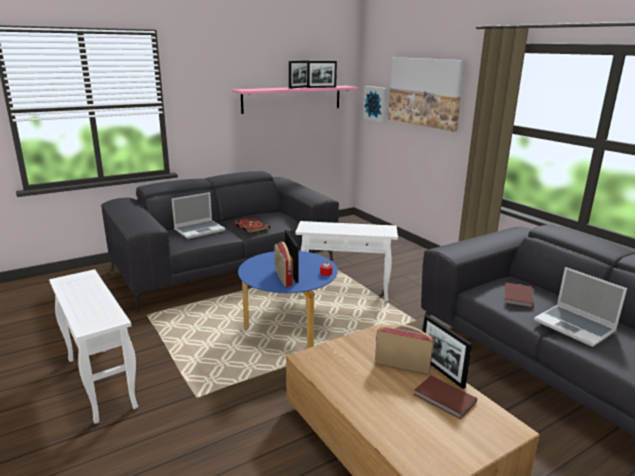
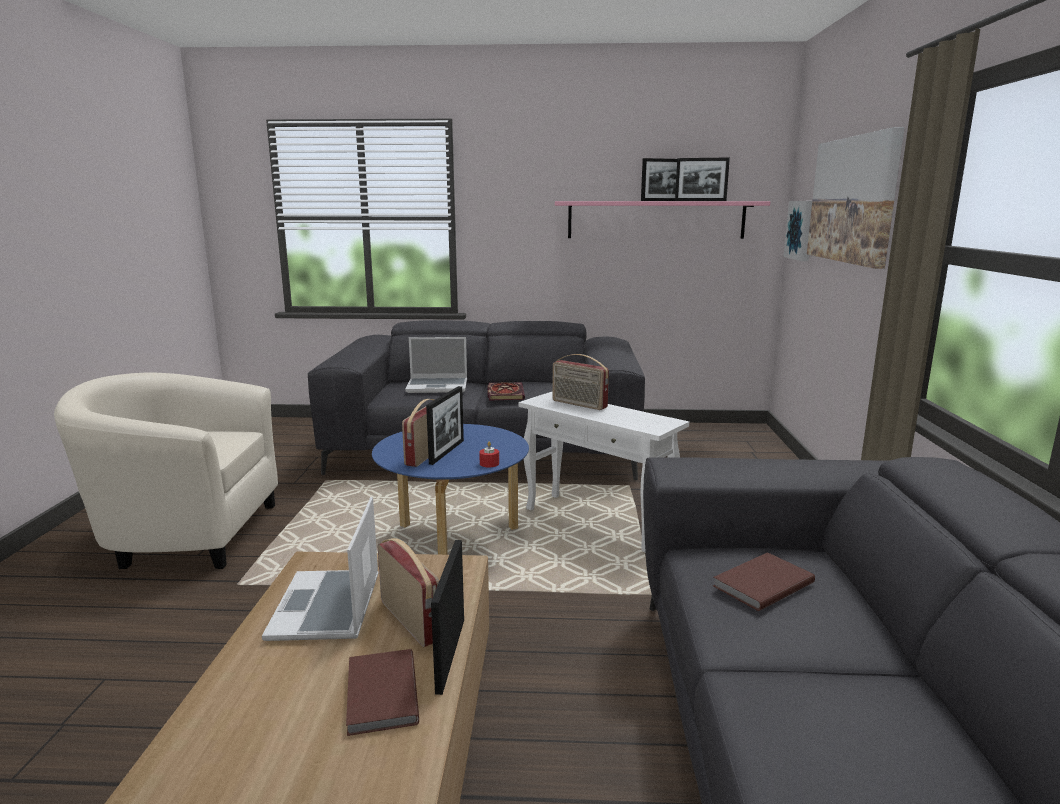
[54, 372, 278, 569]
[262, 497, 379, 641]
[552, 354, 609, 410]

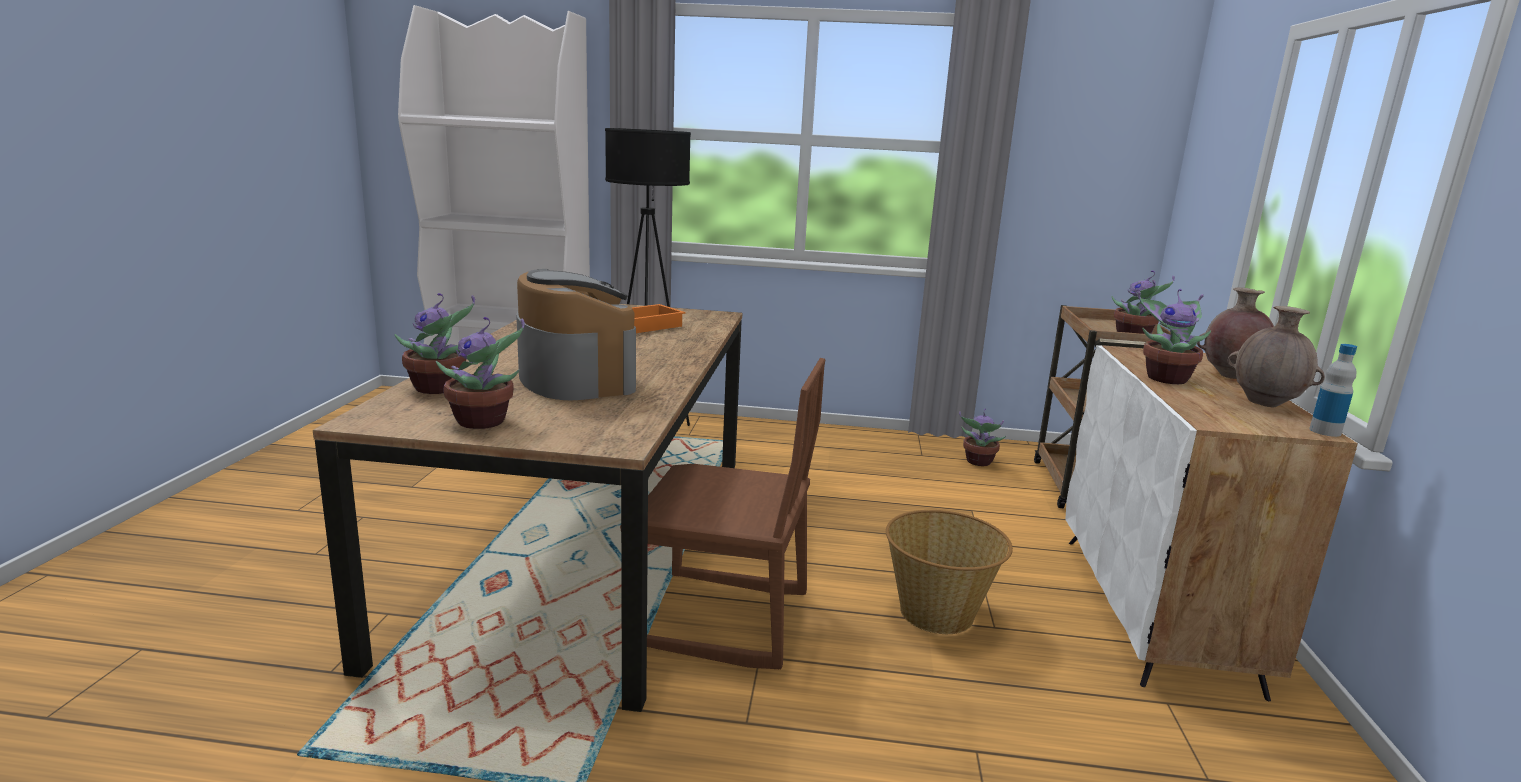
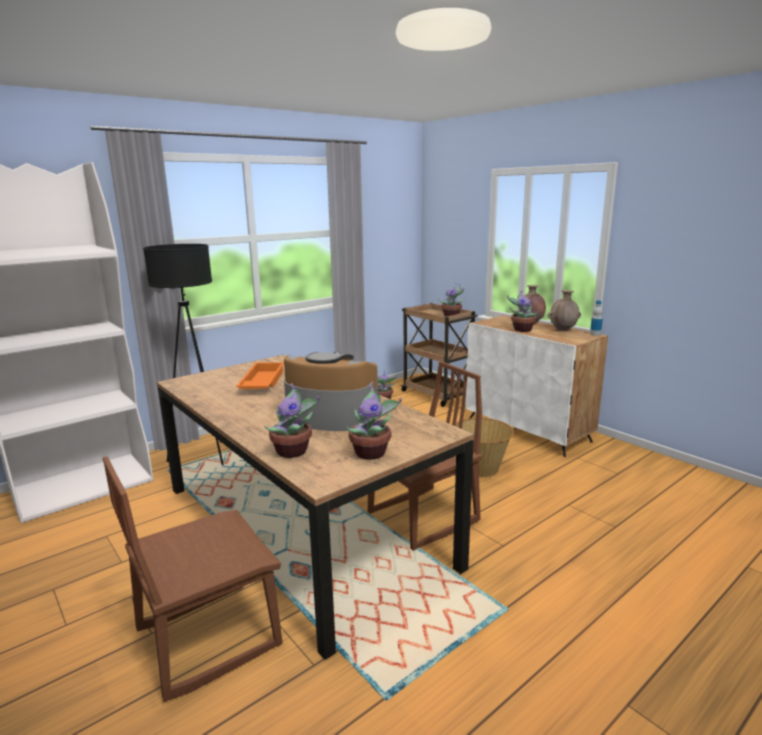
[103, 456, 283, 702]

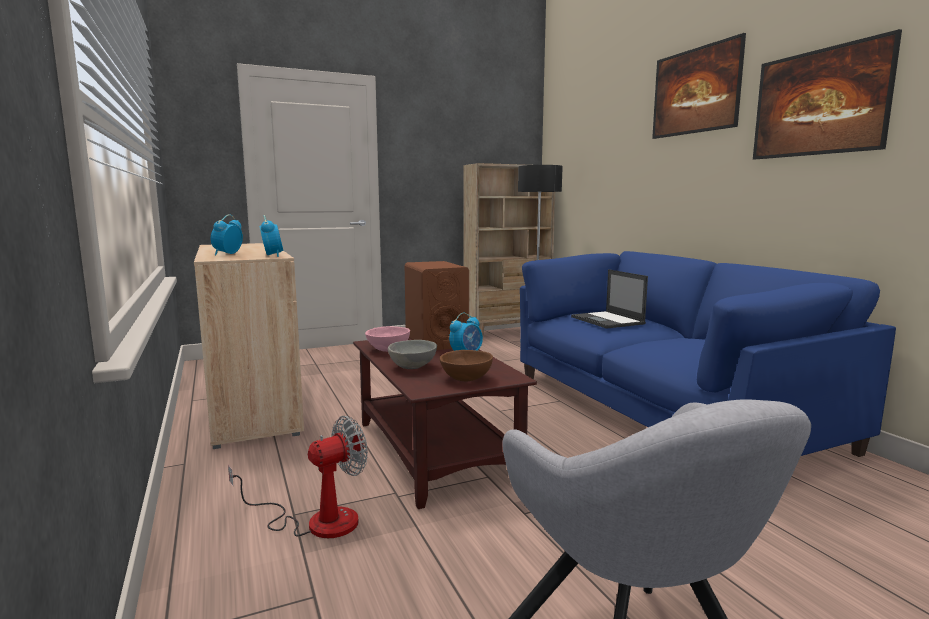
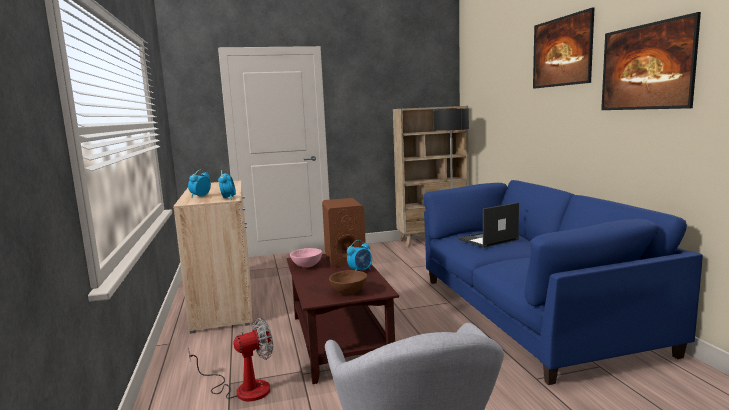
[458, 202, 519, 248]
[388, 340, 437, 369] (first image)

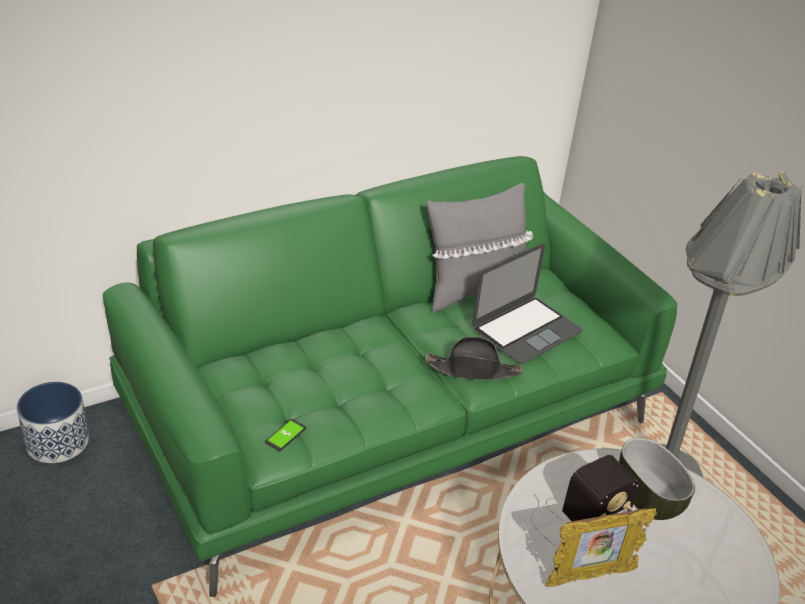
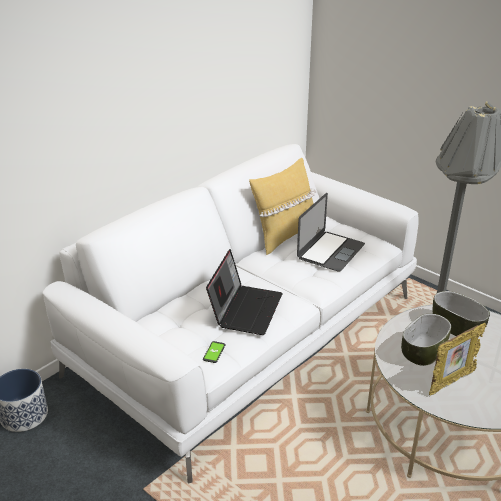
[43, 144, 419, 483]
[206, 249, 283, 335]
[249, 158, 316, 255]
[401, 314, 451, 366]
[425, 337, 522, 380] (first image)

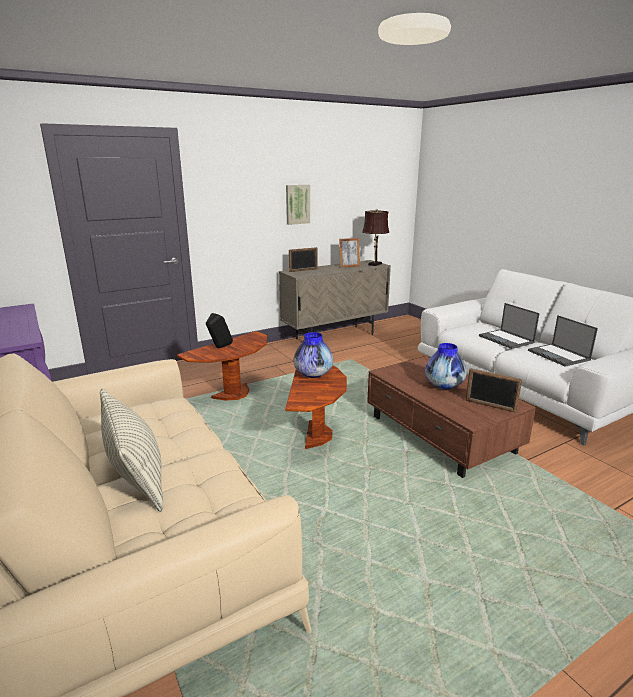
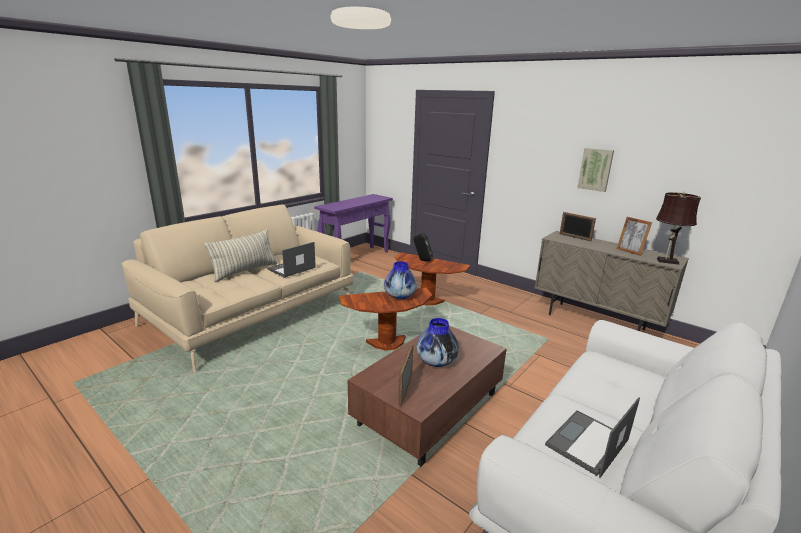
[268, 242, 316, 278]

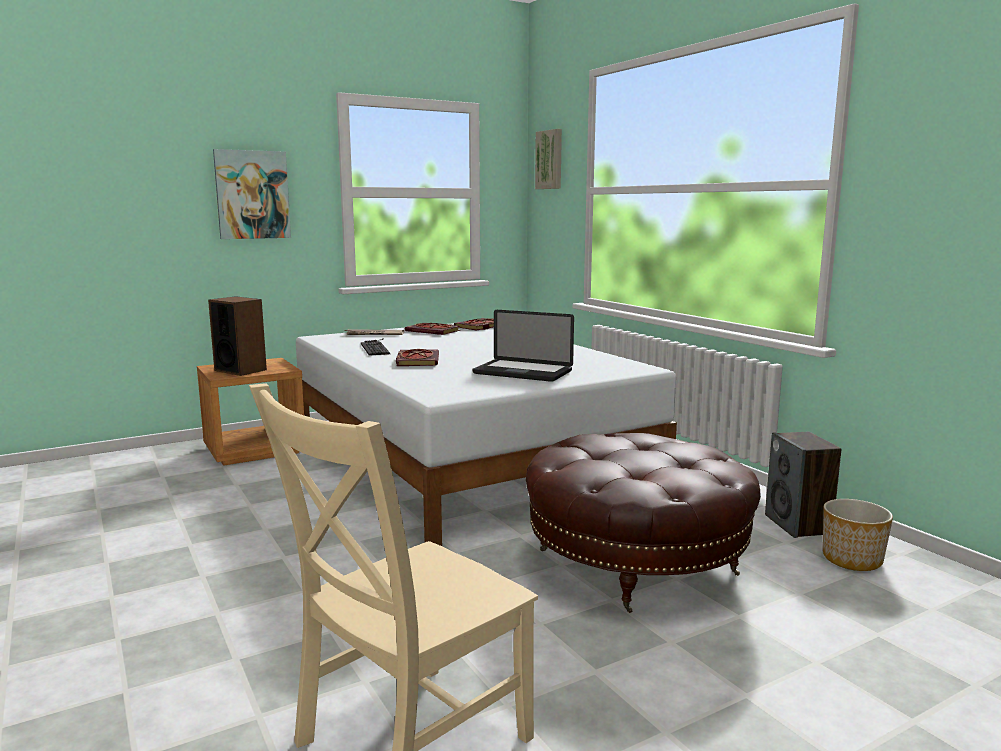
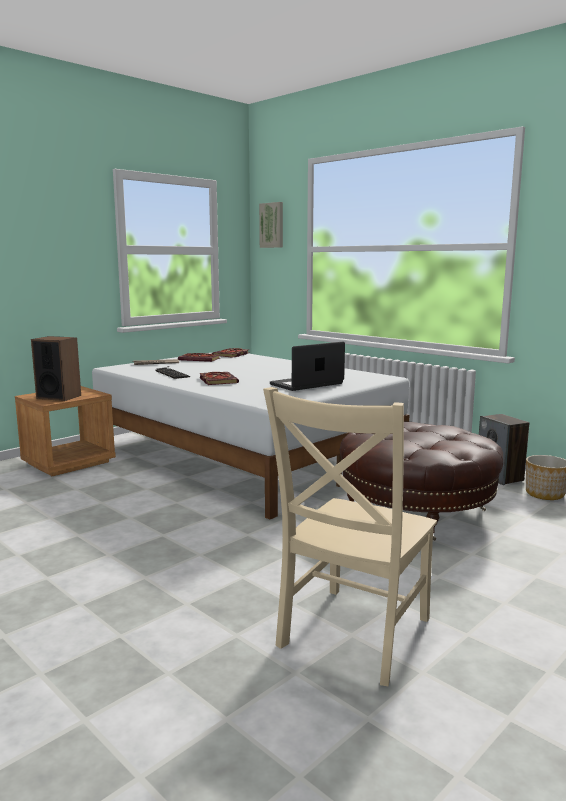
[270, 342, 345, 391]
[213, 149, 291, 239] (first image)

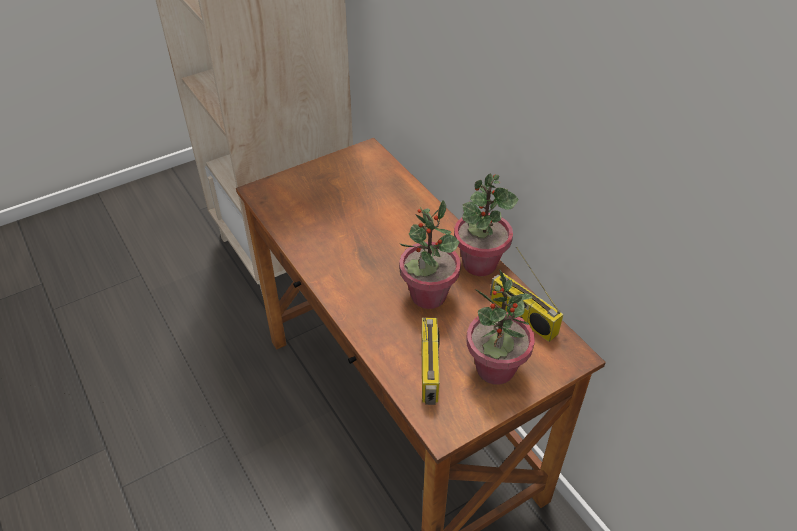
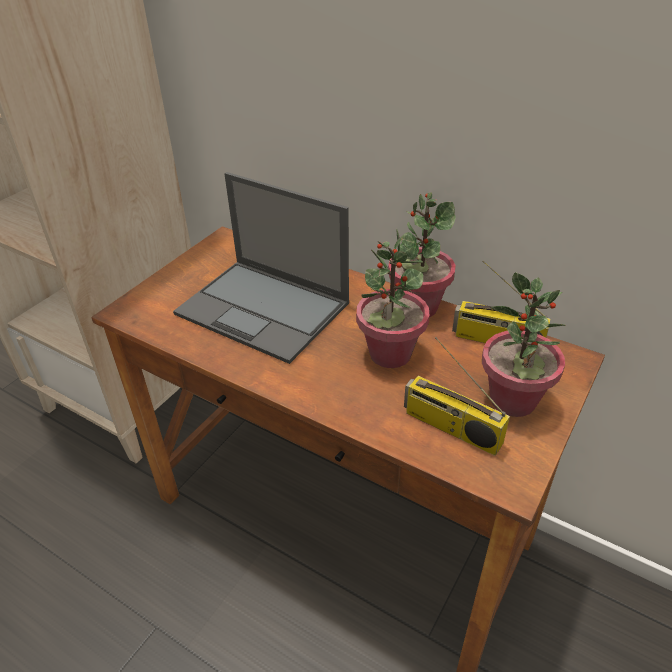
[173, 172, 349, 364]
[404, 337, 510, 456]

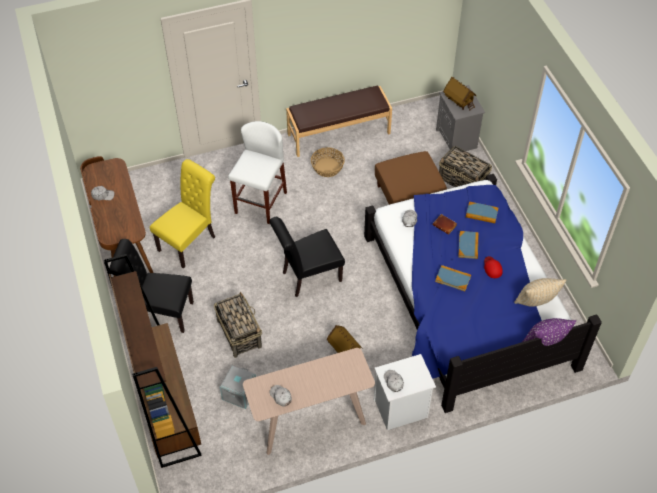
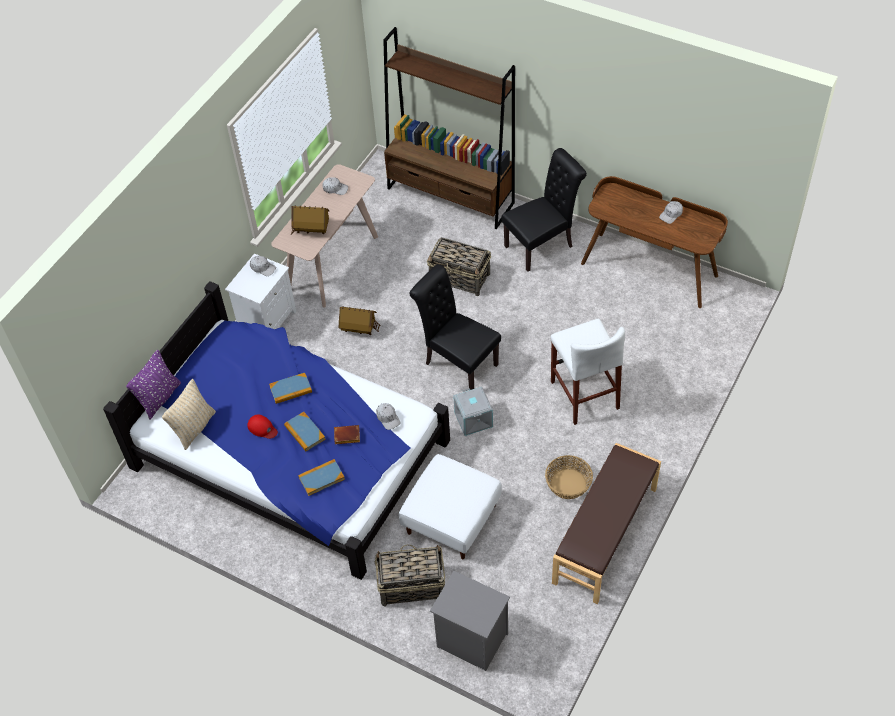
[291, 205, 329, 234]
[399, 454, 502, 559]
[409, 264, 501, 390]
[453, 387, 493, 436]
[150, 159, 215, 269] (first image)

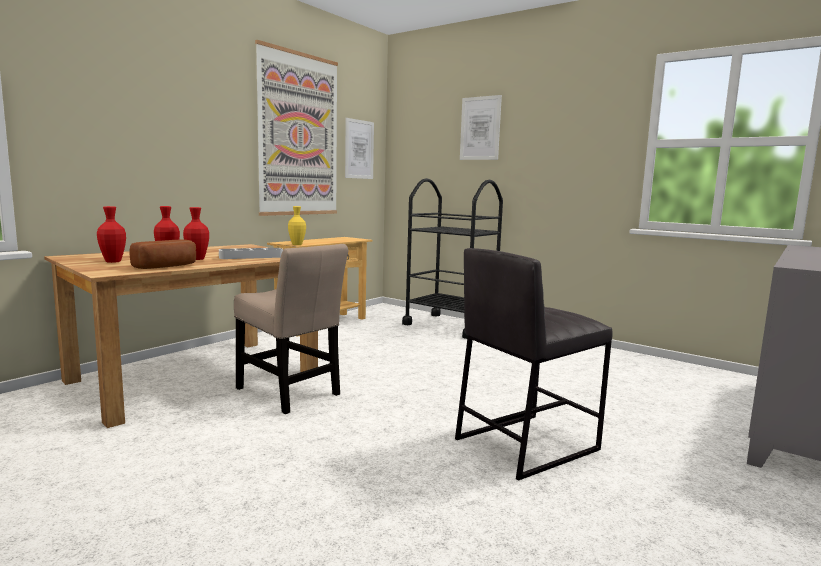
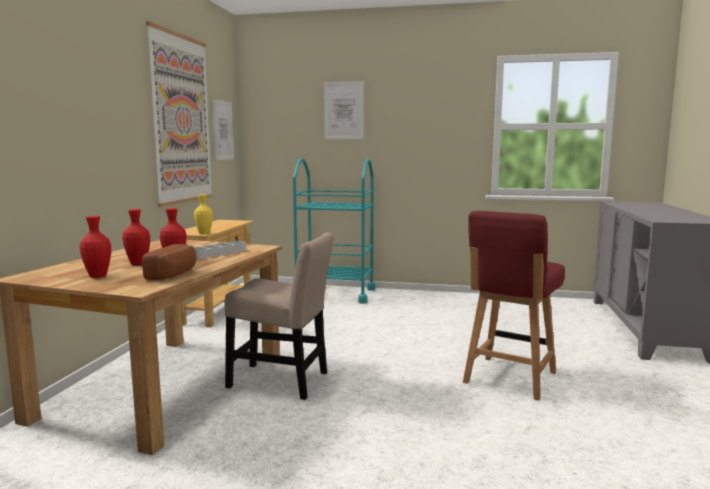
[293, 158, 376, 304]
[463, 211, 565, 400]

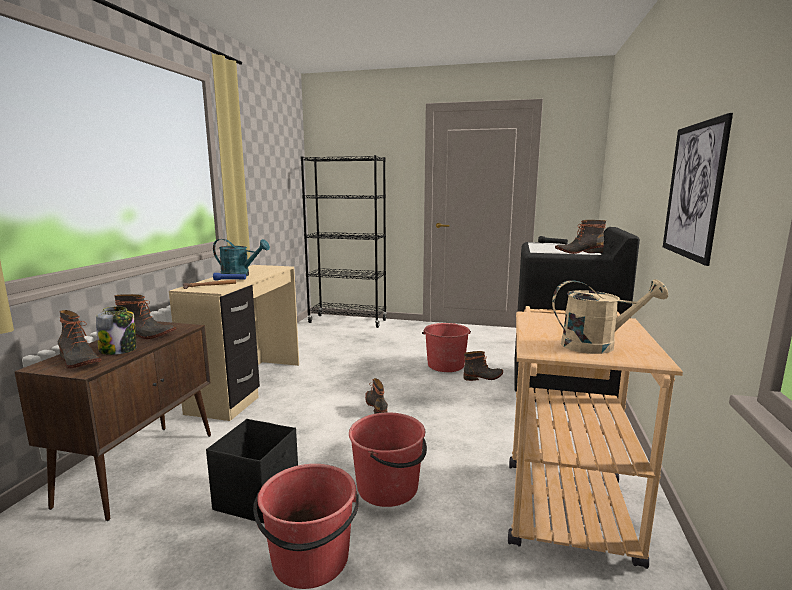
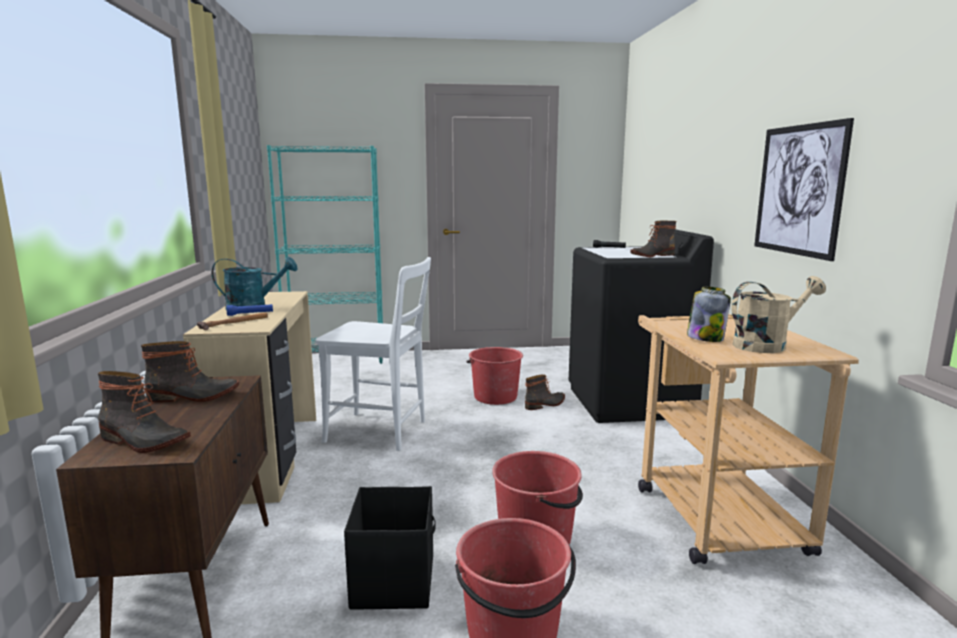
[267, 145, 383, 364]
[315, 257, 431, 451]
[687, 287, 731, 342]
[365, 378, 388, 414] (first image)

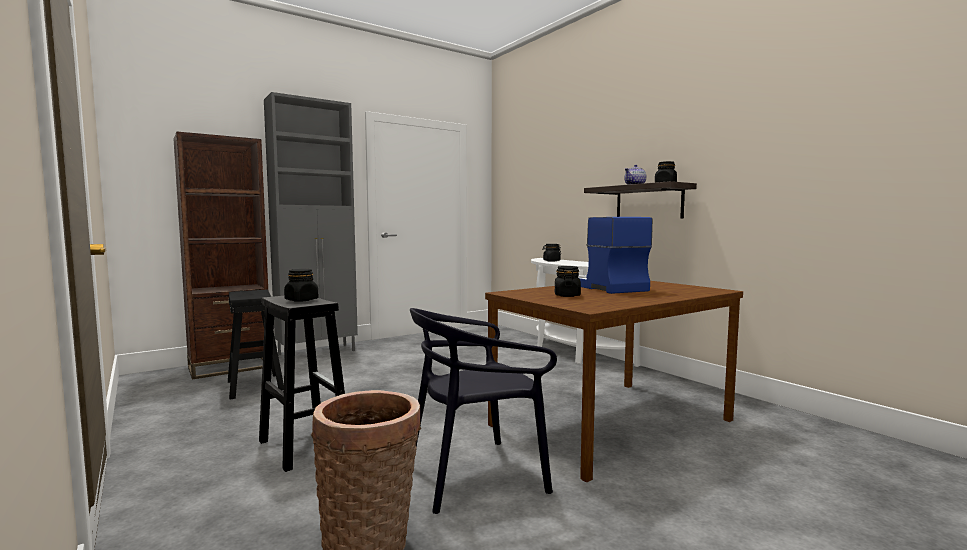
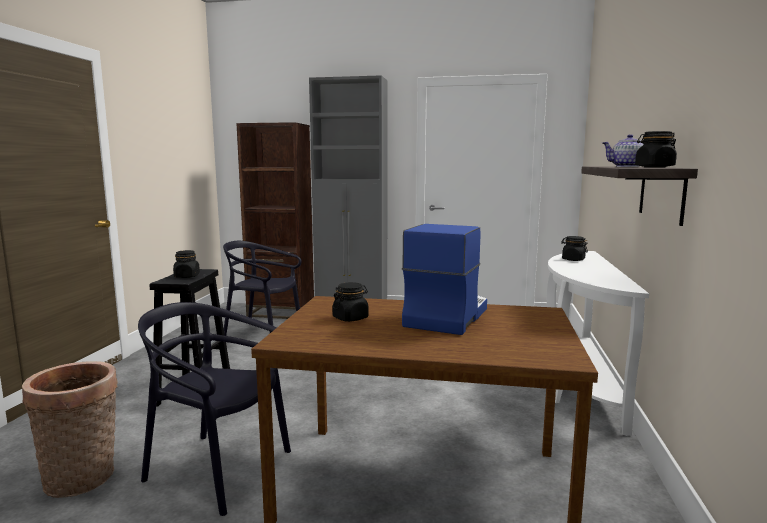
[223, 241, 302, 336]

